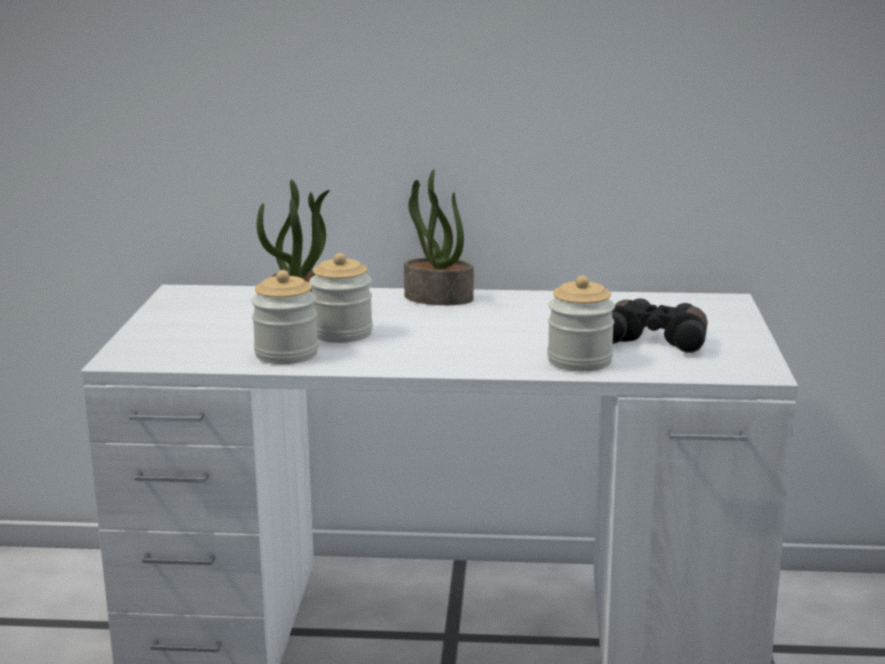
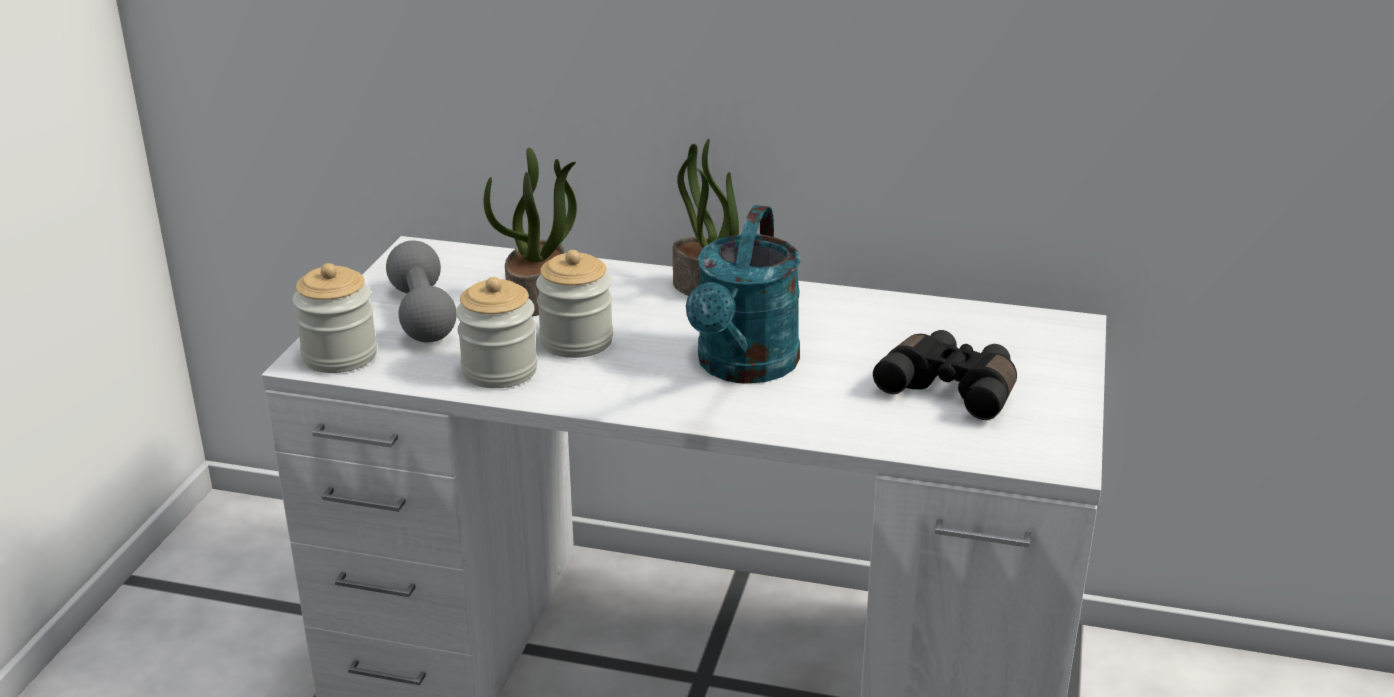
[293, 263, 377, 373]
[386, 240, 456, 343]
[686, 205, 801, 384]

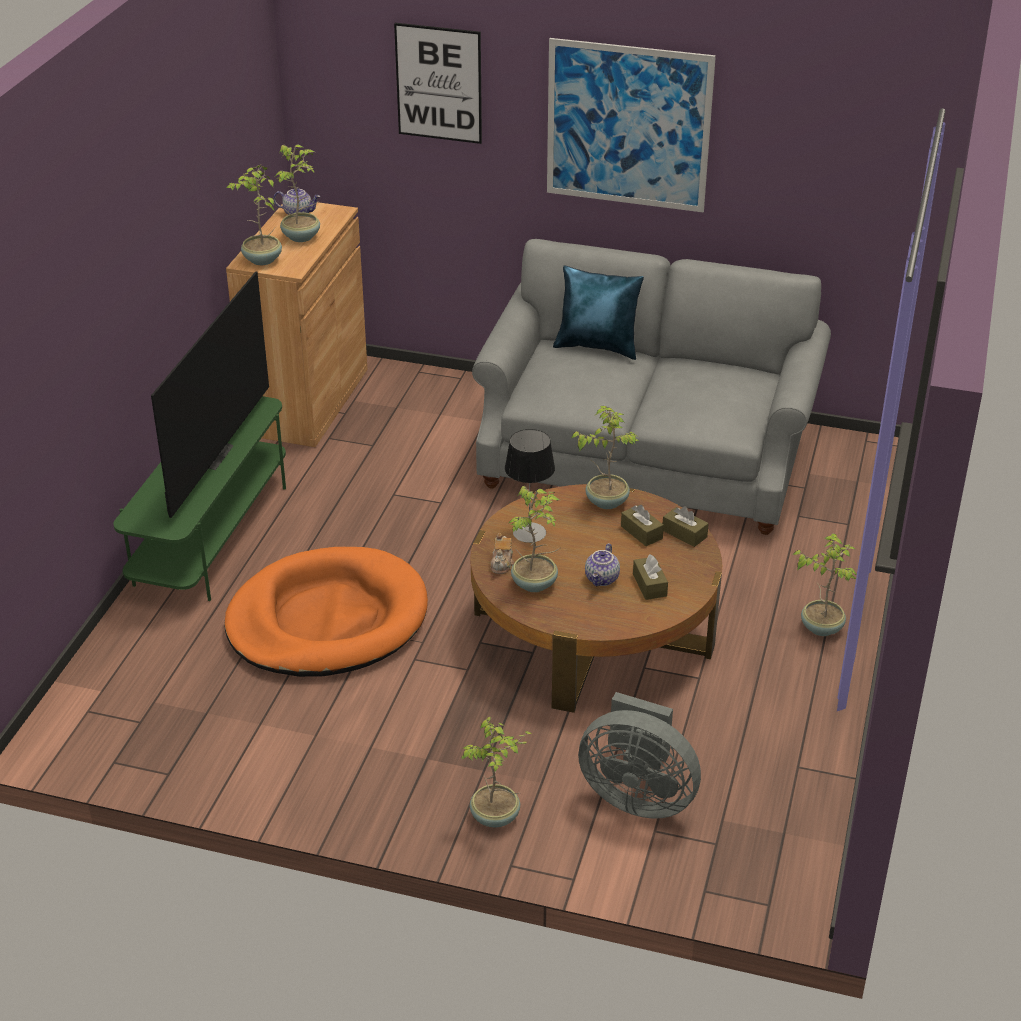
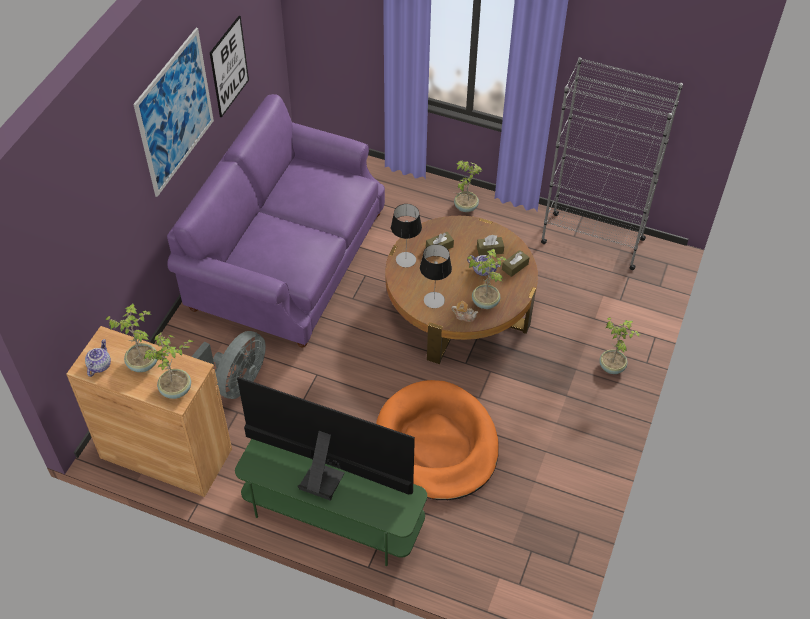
[167, 94, 385, 347]
[192, 331, 266, 399]
[210, 16, 249, 117]
[391, 204, 422, 267]
[502, 250, 529, 277]
[541, 57, 683, 270]
[553, 265, 644, 360] (first image)

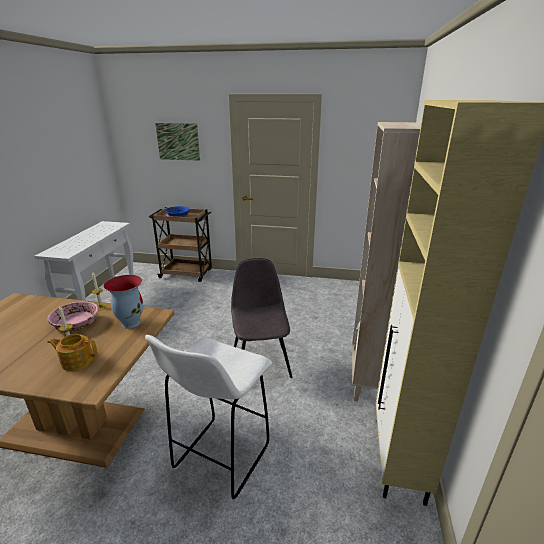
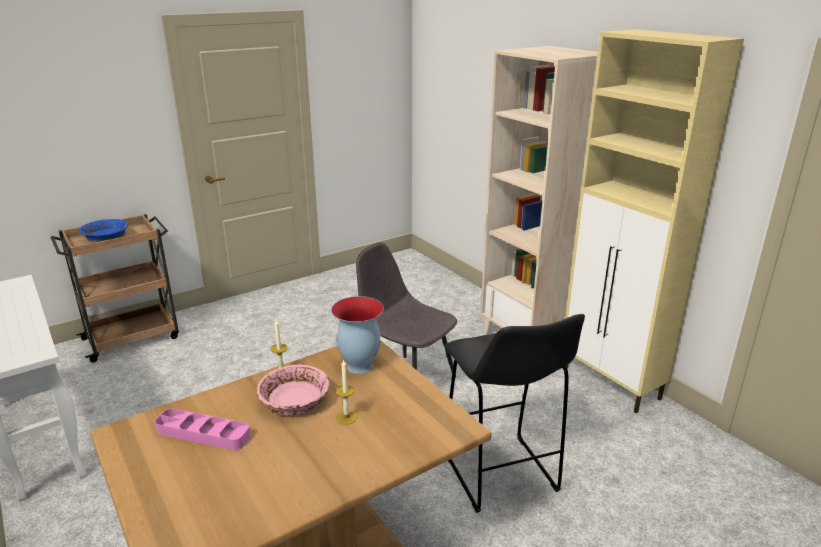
[155, 408, 251, 450]
[444, 314, 585, 513]
[47, 334, 97, 371] (first image)
[155, 123, 200, 161] (first image)

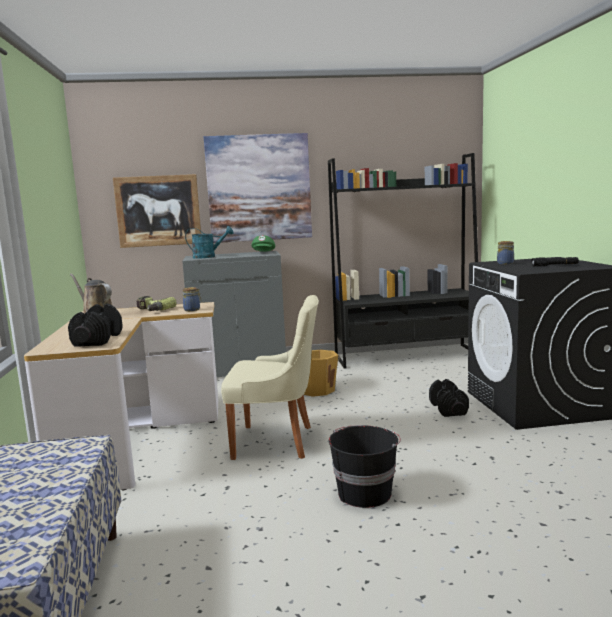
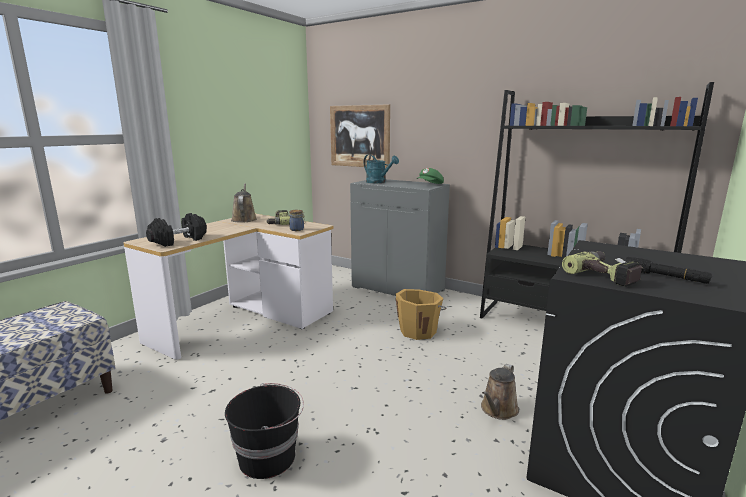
[481, 364, 519, 420]
[562, 251, 643, 287]
[204, 133, 312, 243] (first image)
[221, 295, 319, 460] (first image)
[497, 241, 514, 264] (first image)

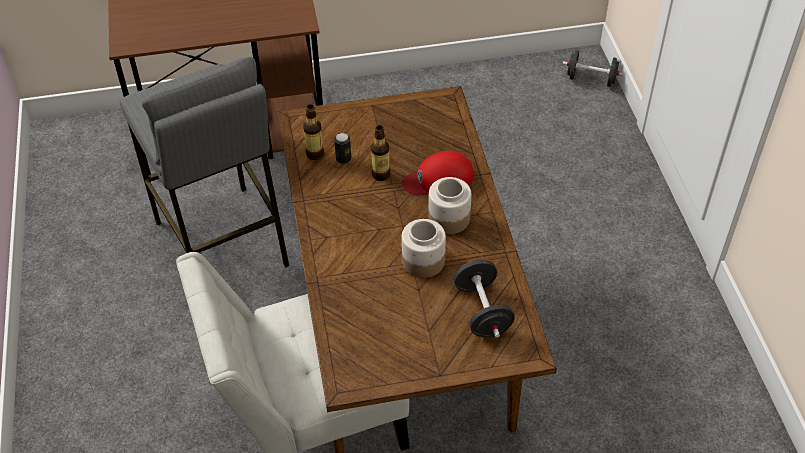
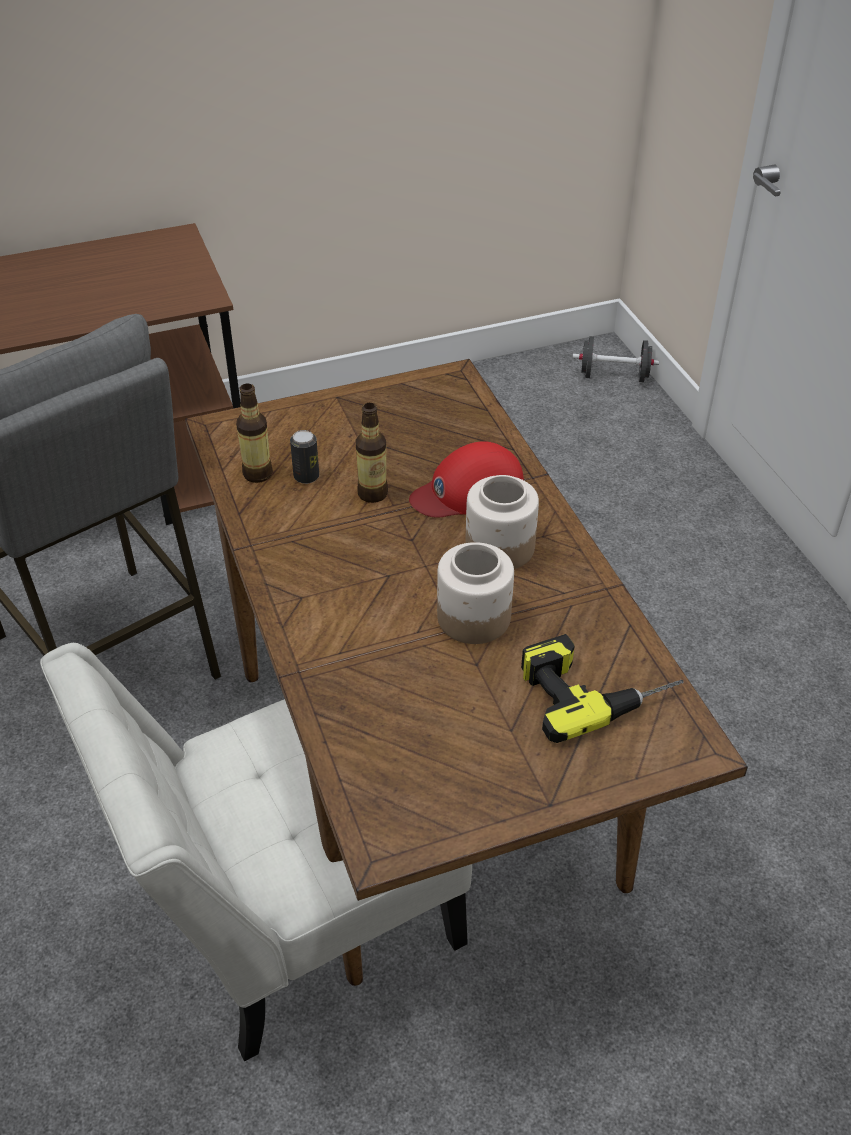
[521, 634, 684, 743]

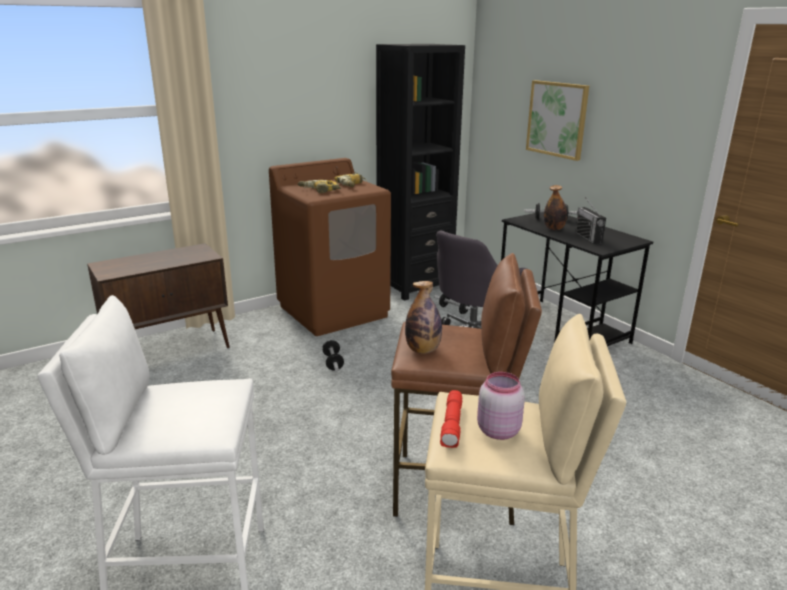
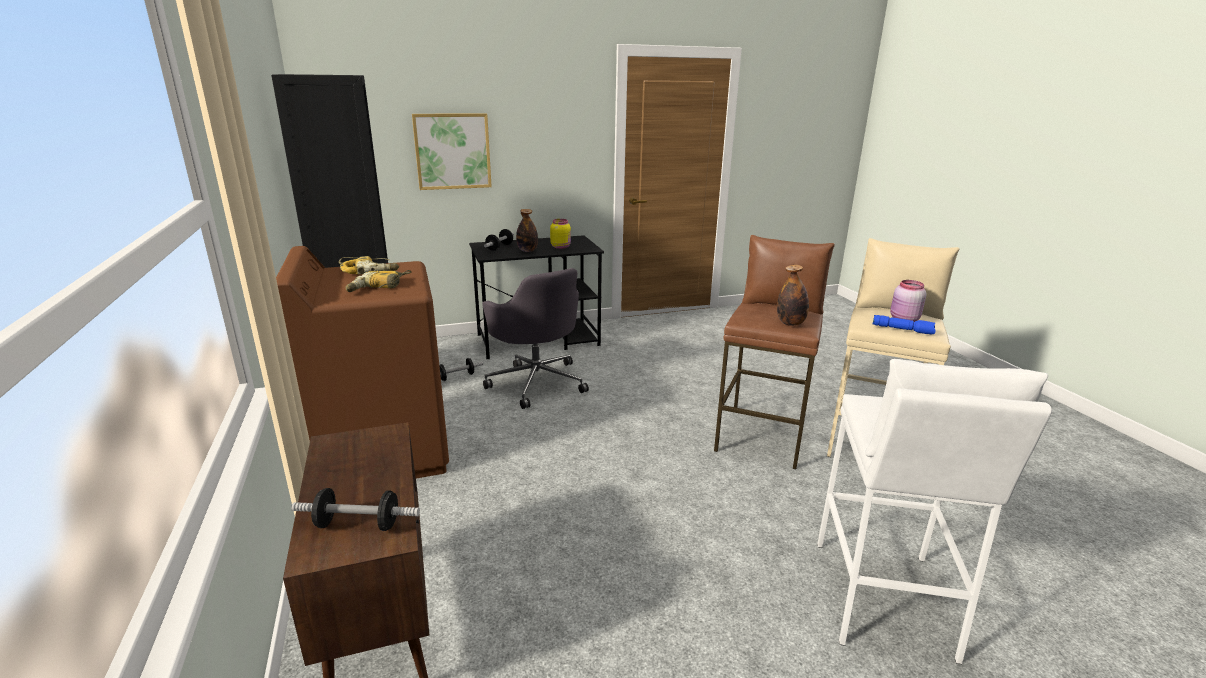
[291, 488, 420, 531]
[550, 219, 571, 249]
[873, 315, 936, 335]

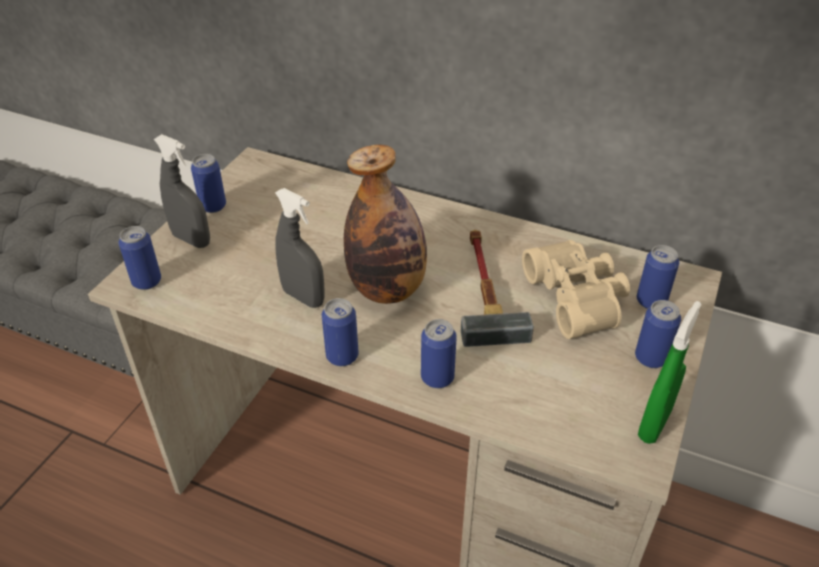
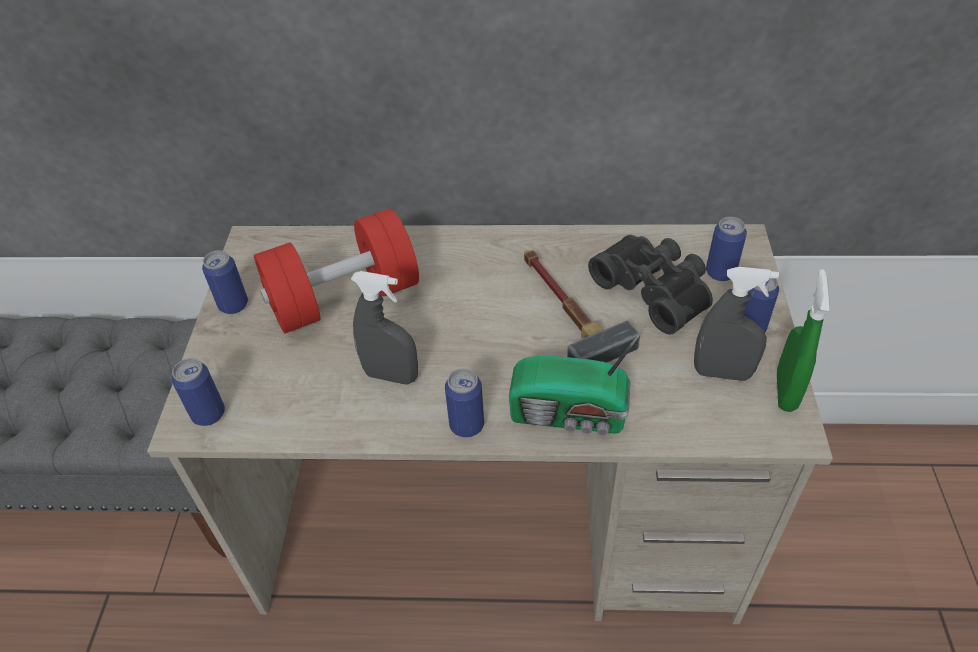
[254, 209, 419, 333]
[509, 327, 645, 436]
[588, 235, 713, 334]
[694, 267, 779, 381]
[344, 145, 427, 304] (first image)

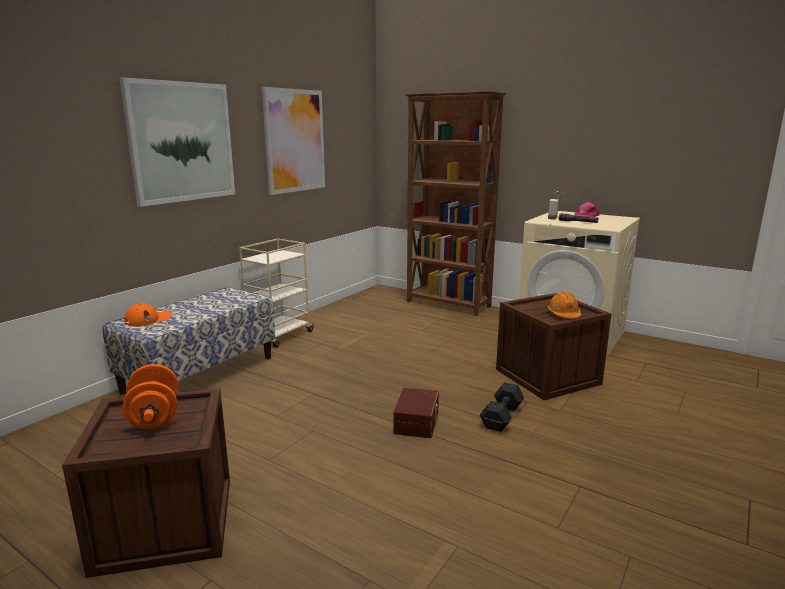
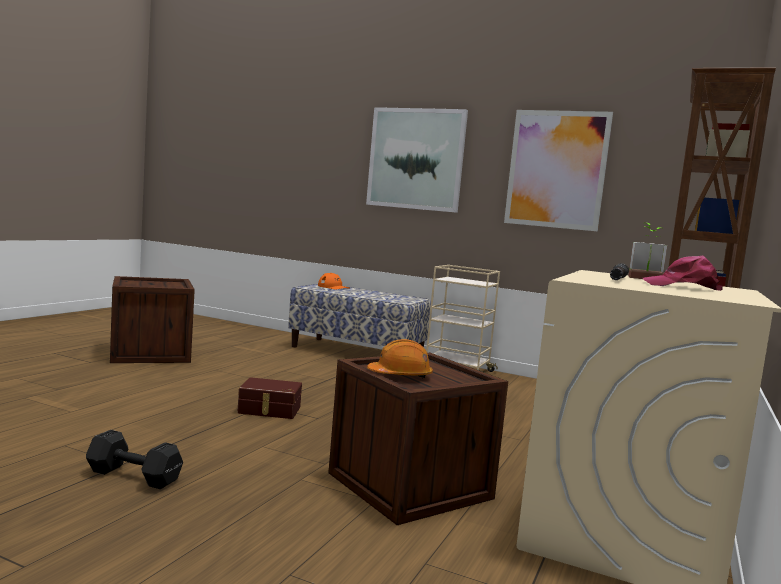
[86, 430, 183, 489]
[122, 364, 178, 429] (first image)

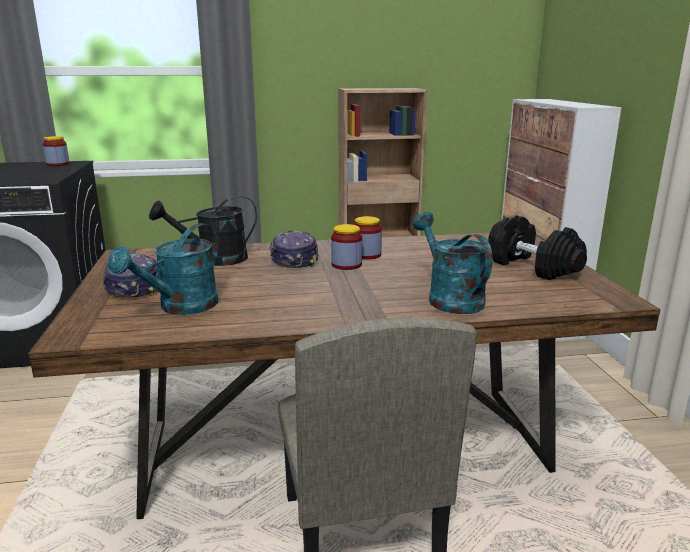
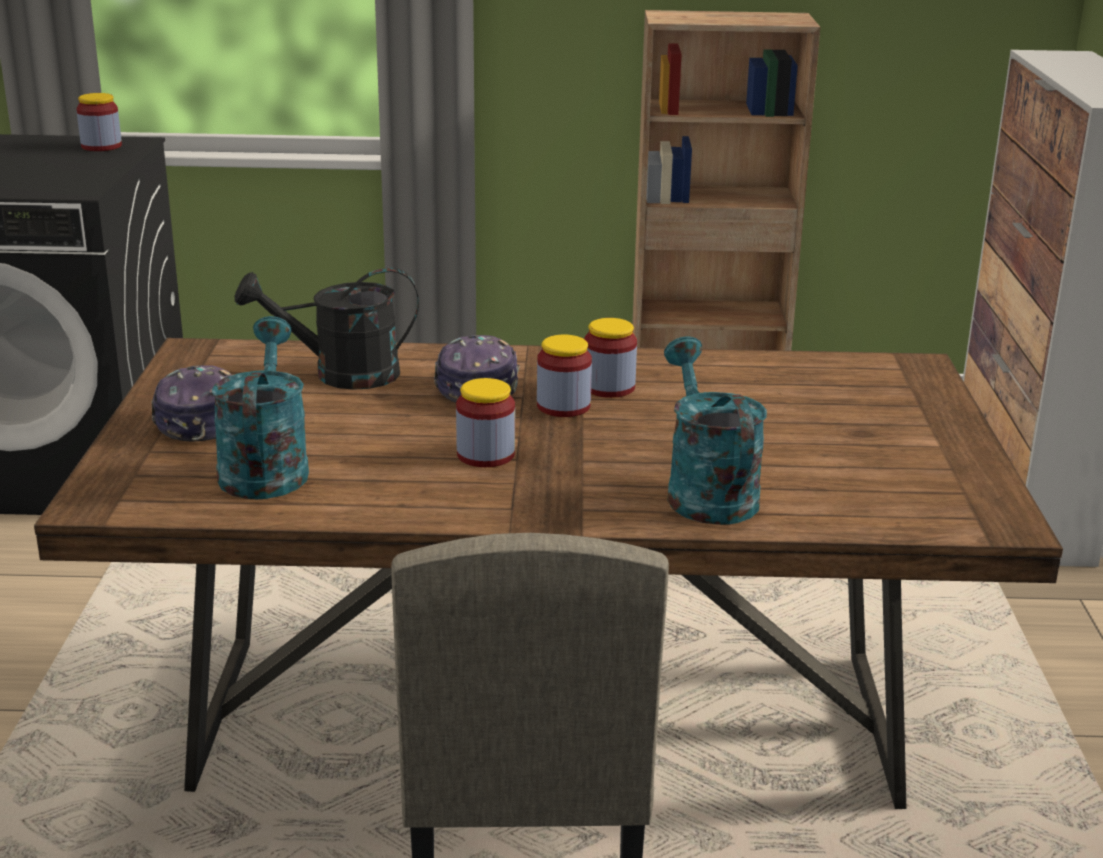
[211, 316, 309, 499]
[456, 378, 515, 467]
[488, 215, 587, 280] (first image)

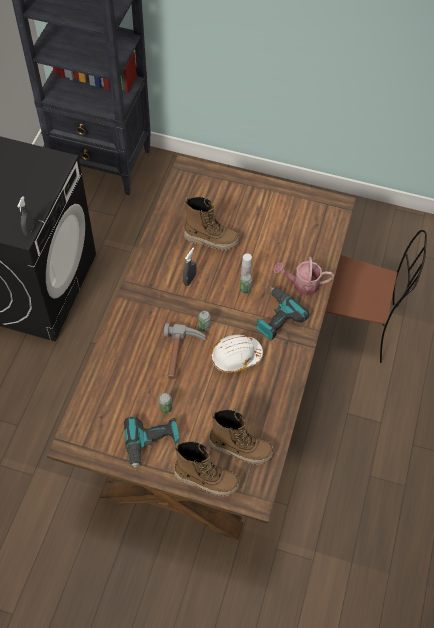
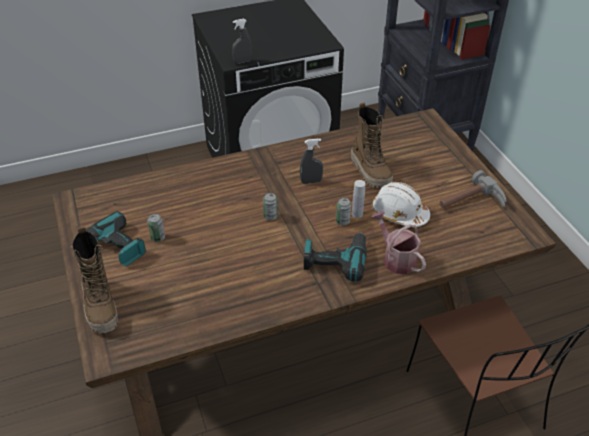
[372, 182, 430, 227]
[440, 170, 506, 208]
[209, 410, 274, 465] (first image)

